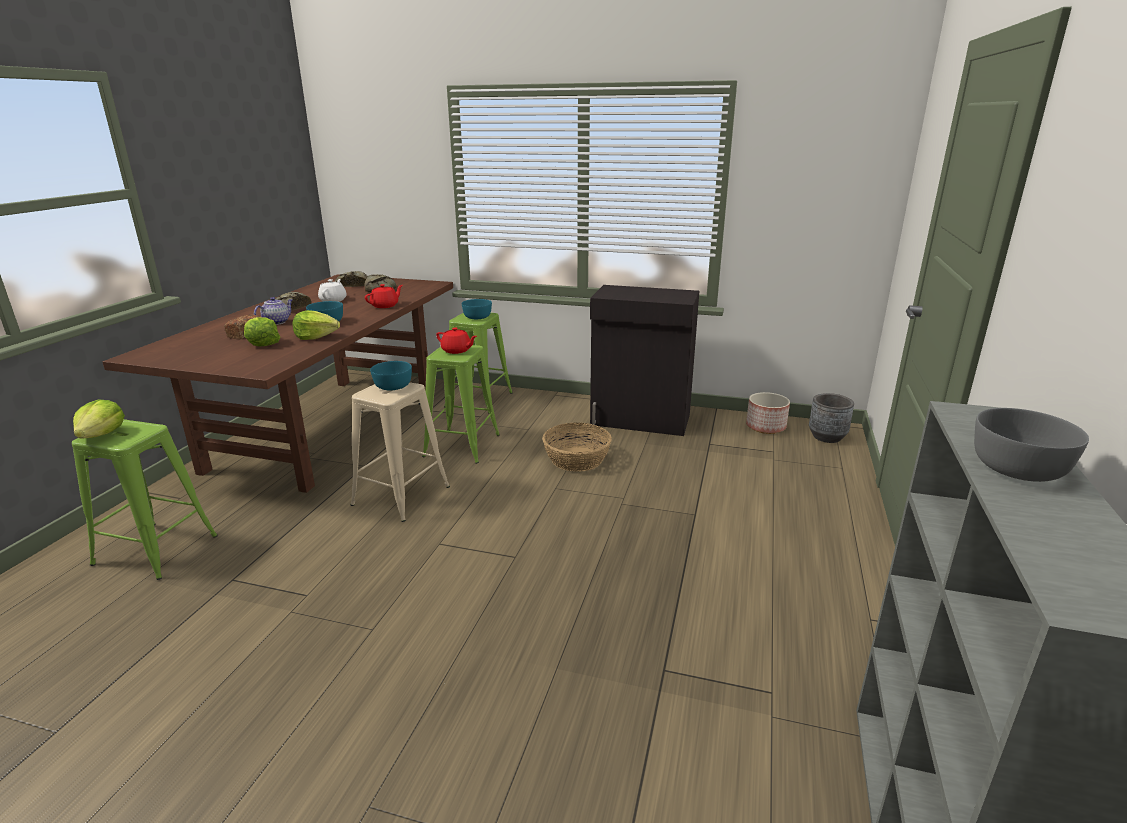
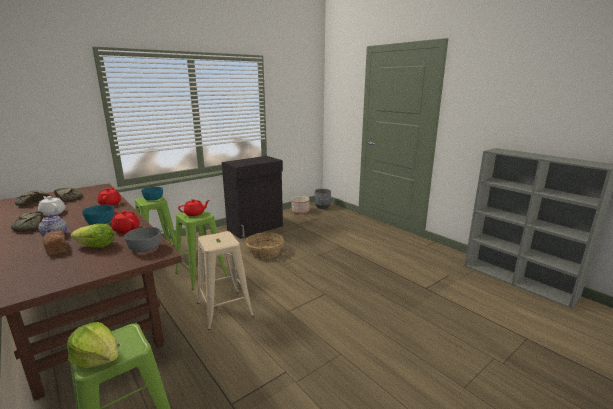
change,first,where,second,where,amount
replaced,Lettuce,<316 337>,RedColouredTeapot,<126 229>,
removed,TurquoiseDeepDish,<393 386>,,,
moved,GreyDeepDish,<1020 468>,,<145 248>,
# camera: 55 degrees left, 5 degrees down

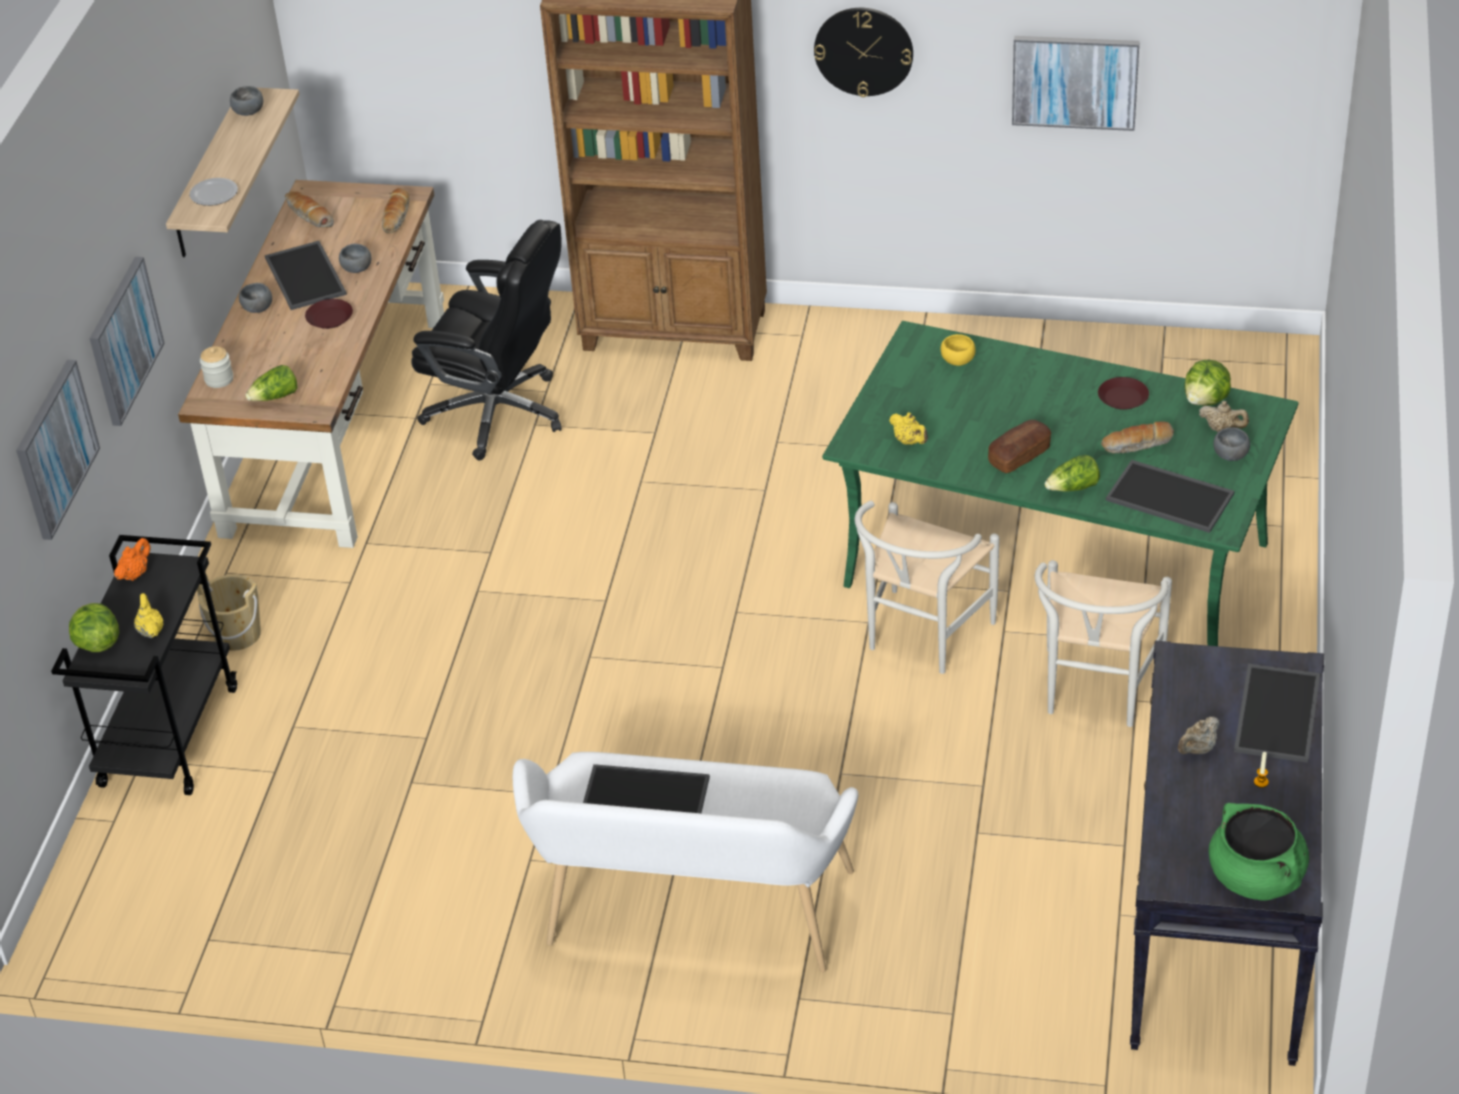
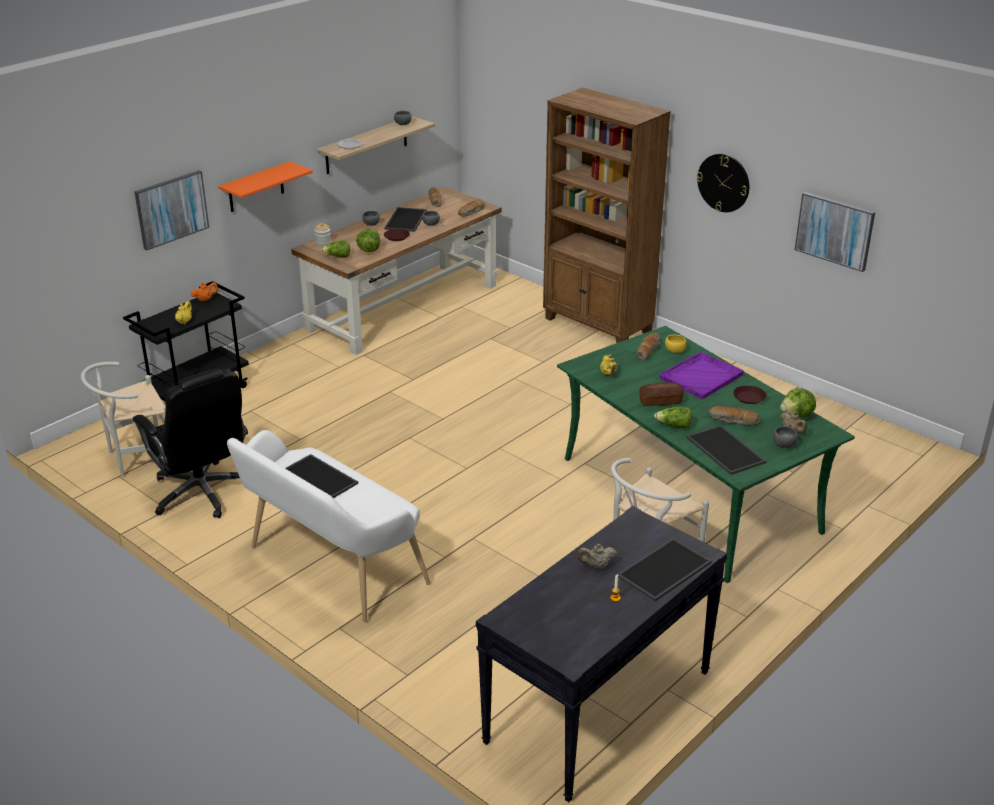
change,first,where,second,where,amount
moved,BlackOfficeChair,<499 413>,,<202 493>,
replaced,WallPicture,<123 340>,OrangeWallShelf,<256 187>,
moved,WhitishPlainChair,<921 638>,,<136 458>,
removed,BeigeWaterBucket,<237 634>,,,
moved,Lettuce,<97 643>,,<369 250>,
removed,GreenColouredStockpot,<1256 878>,,,
added,,,BakedBread,<648 350>,
added,,,PurpleColouredServingTray,<702 376>,
# camera: 30 degrees right, 10 degrees down

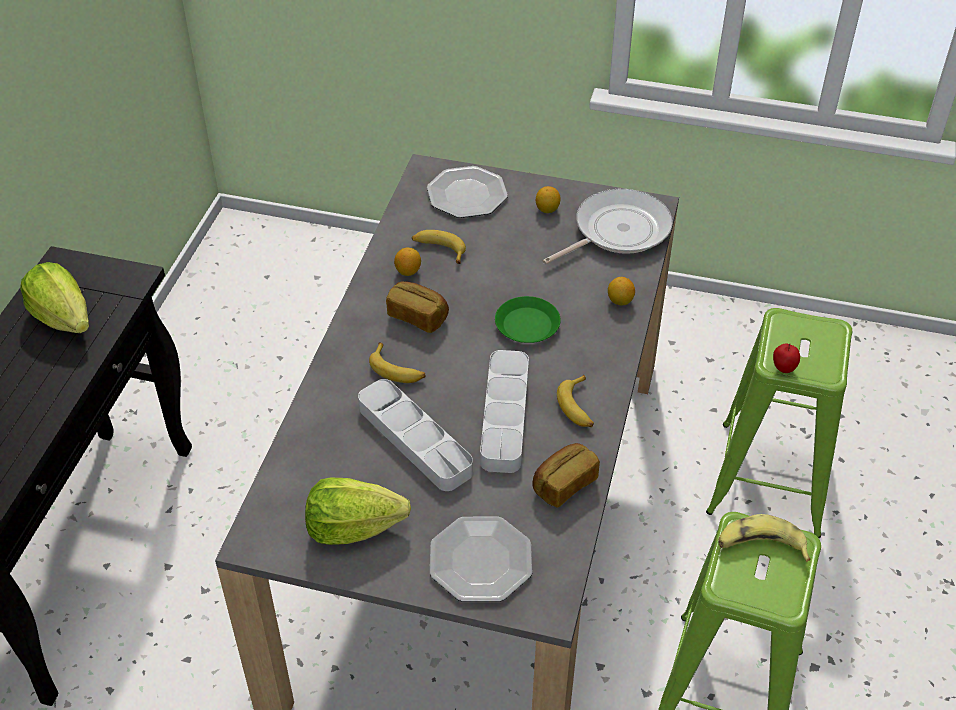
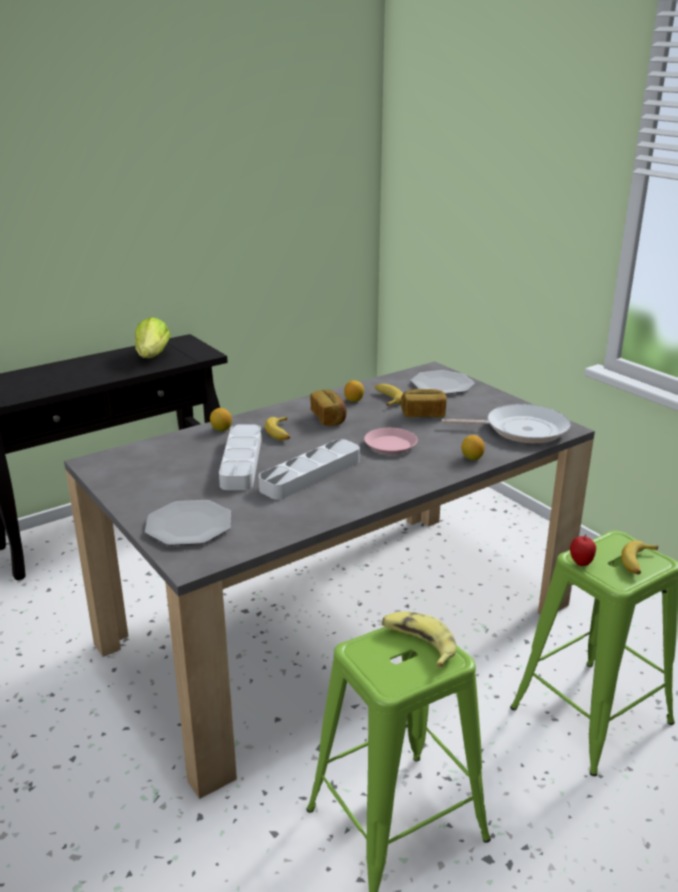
change,first,where,second,where,amount
moved,CitrusFruit,<547 209>,,<221 429>,
recoloured,GreenColouredFlatDish,<527 325>,PinkColouredFlatDish,<390 445>,
moved,Banana,<578 407>,,<638 563>,
moved,BakedBread,<563 484>,,<423 414>,
removed,Lettuce,<353 528>,,,
# camera: 40 degrees right, 20 degrees down

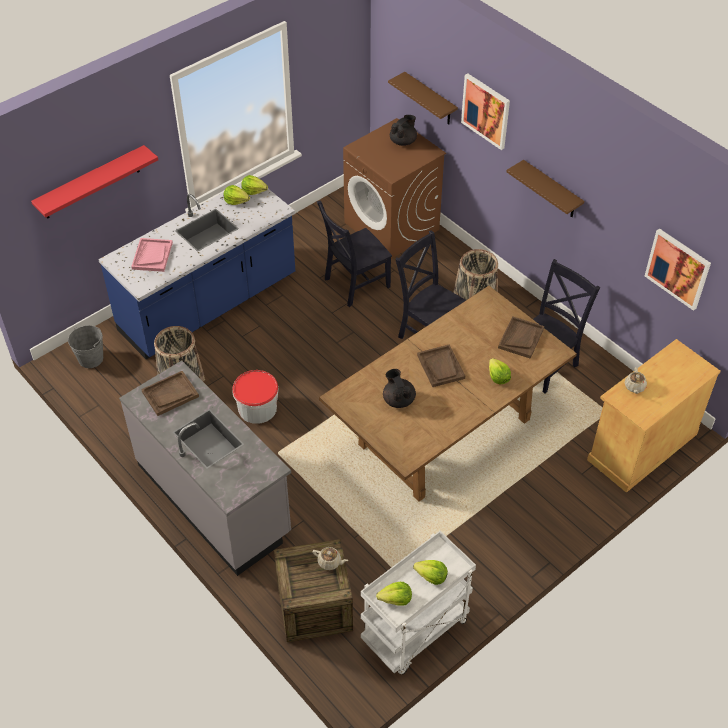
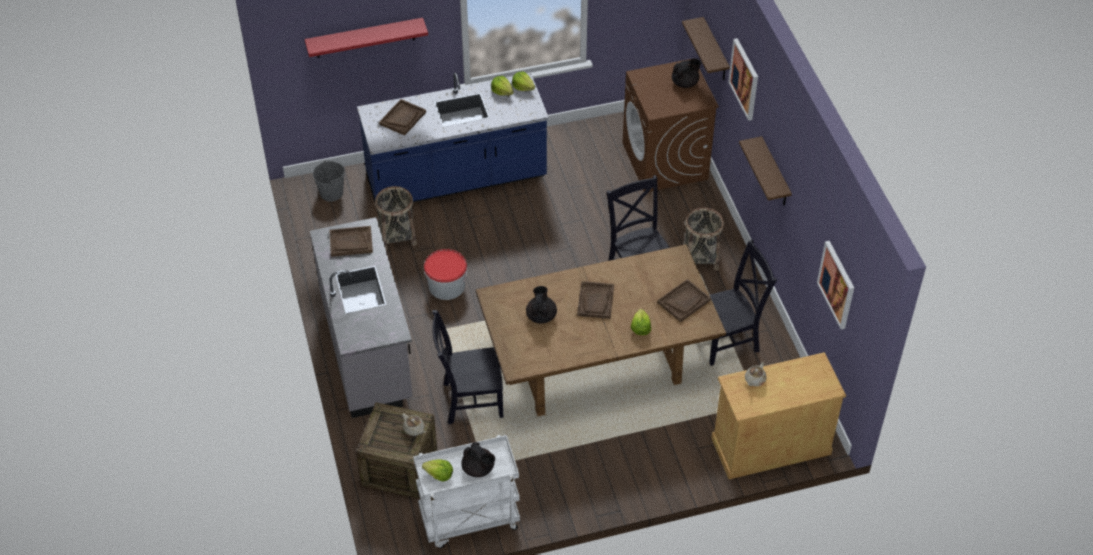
change,first,where,second,where,amount
moved,BlackPlainChair,<354 284>,,<469 400>,
recoloured,PinkColouredServingTray,<152 256>,BrownColouredServingTray,<402 118>,
replaced,Lettuce,<431 576>,BlackTeapot,<478 469>,
# camera: 25 degrees right, 0 degrees up

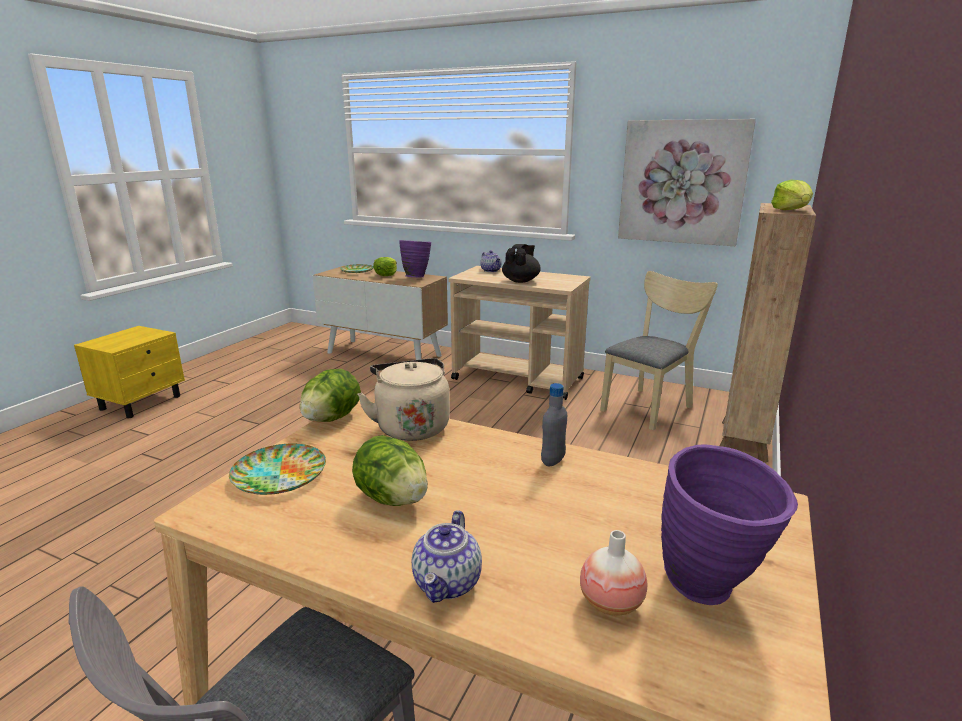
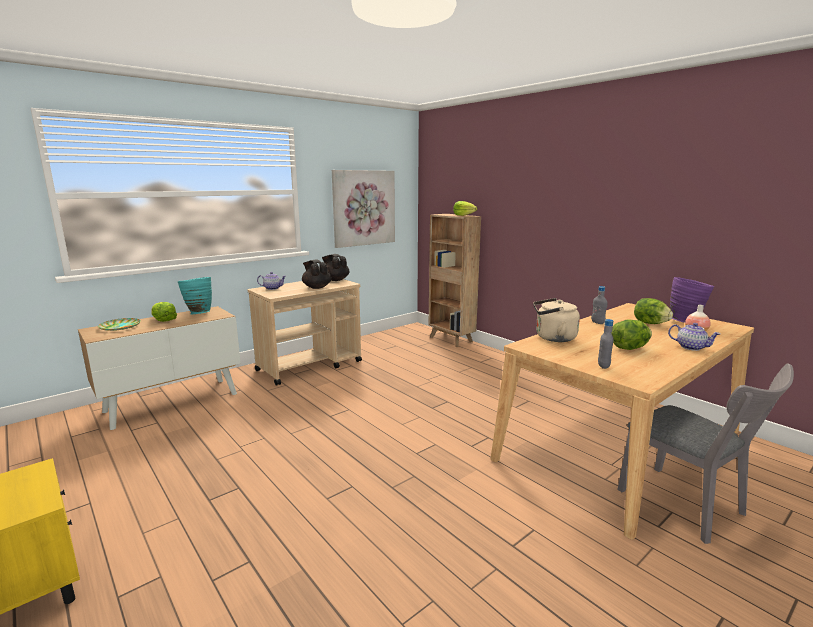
change,first,where,second,where,amount
recoloured,PurpleColouredFlowerVase,<416 277>,TurquoiseFlowerVase,<198 313>,
removed,BeigePlainChair,<650 406>,,,
moved,Lettuce,<331 418>,,<650 323>,
replaced,FlatDish,<279 475>,GreyBeverageBottle,<603 366>,
added,,,BlackTeapot,<335 280>,
# camera: 65 degrees left, 5 degrees down

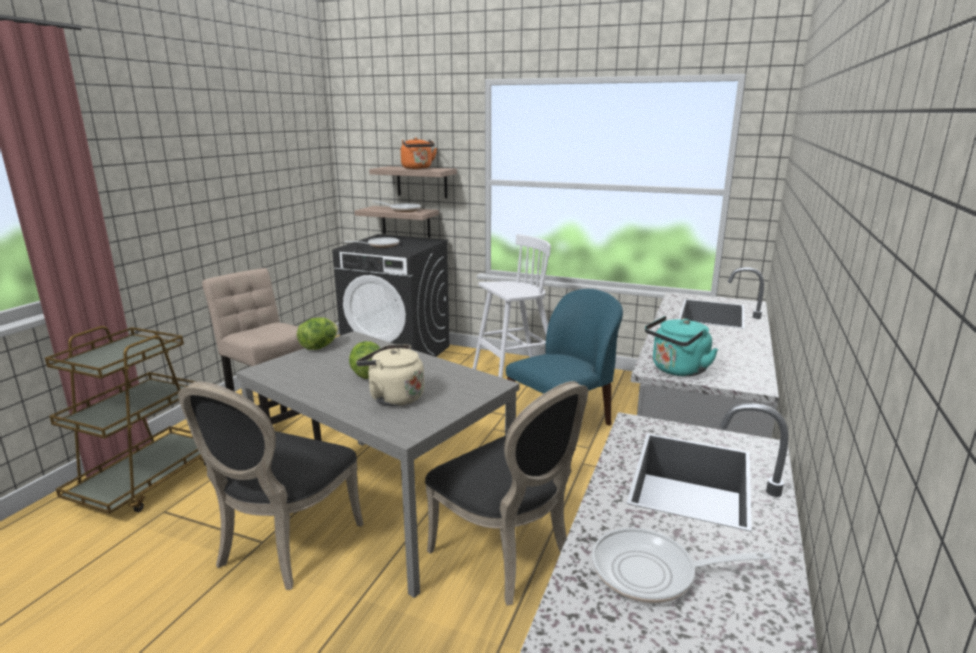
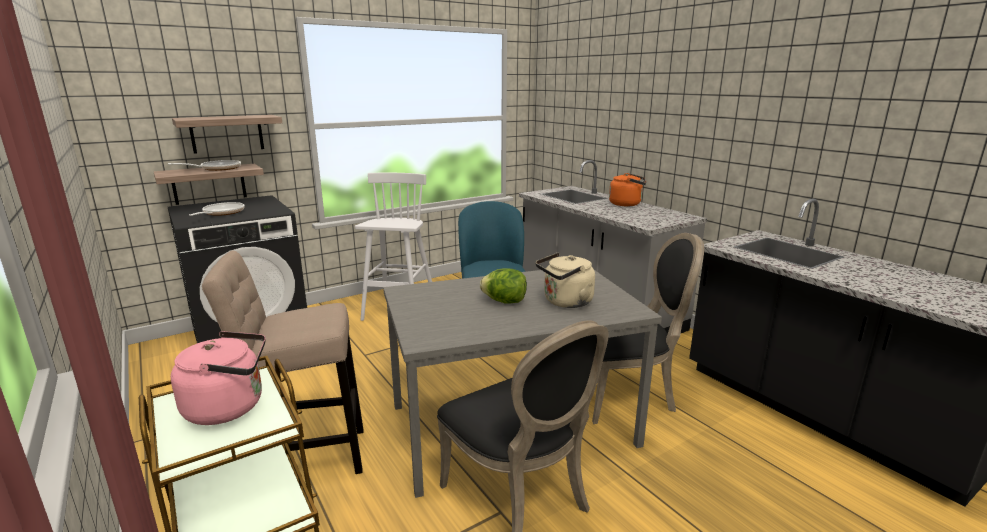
change,first,where,second,where,amount
moved,OrangeTeaKettle,<418 168>,,<627 204>,
removed,TurquoiseTeaKettle,<677 370>,,,
removed,Lettuce,<319 347>,,,
removed,Pan,<652 572>,,,
added,,,PinkColouredTeaKettle,<230 407>,
# camera: 55 degrees left, 0 degrees up

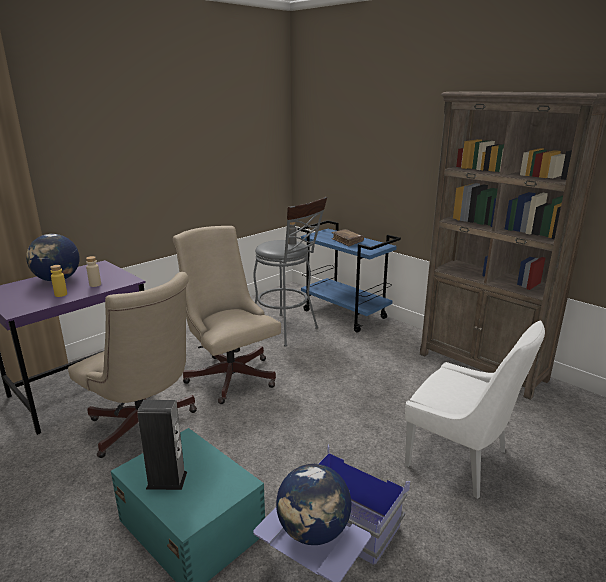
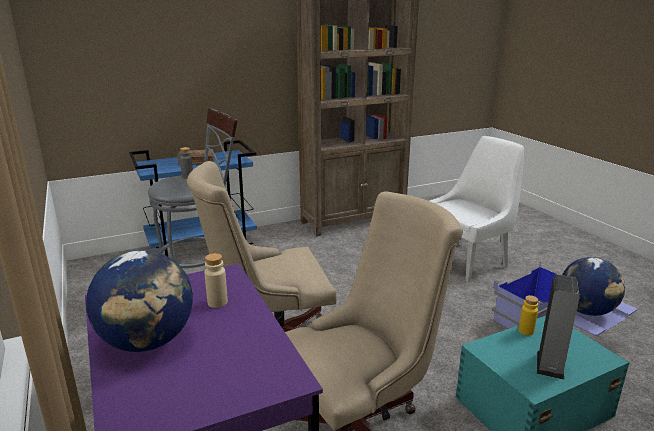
change,first,where,second,where,amount
moved,YellowColouredBeverageBottle,<61 294>,,<526 331>,
# camera: 70 degrees left, 0 degrees up

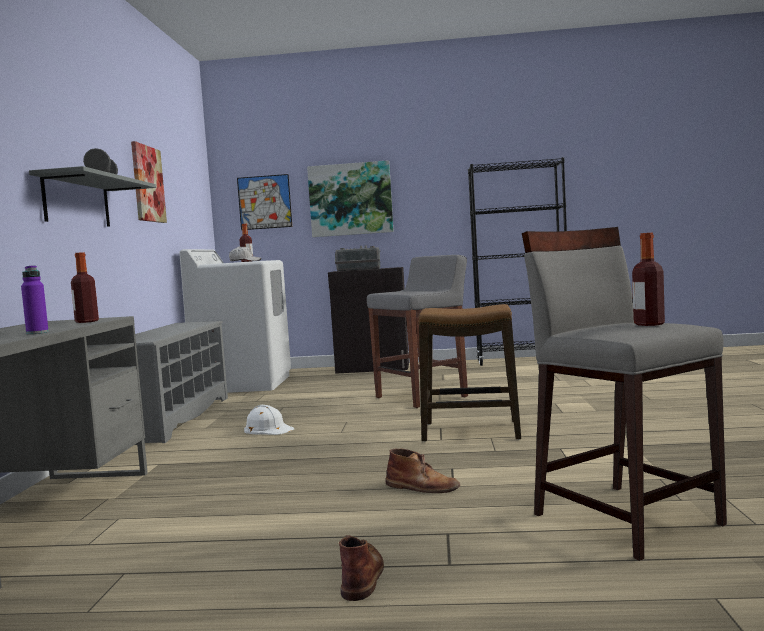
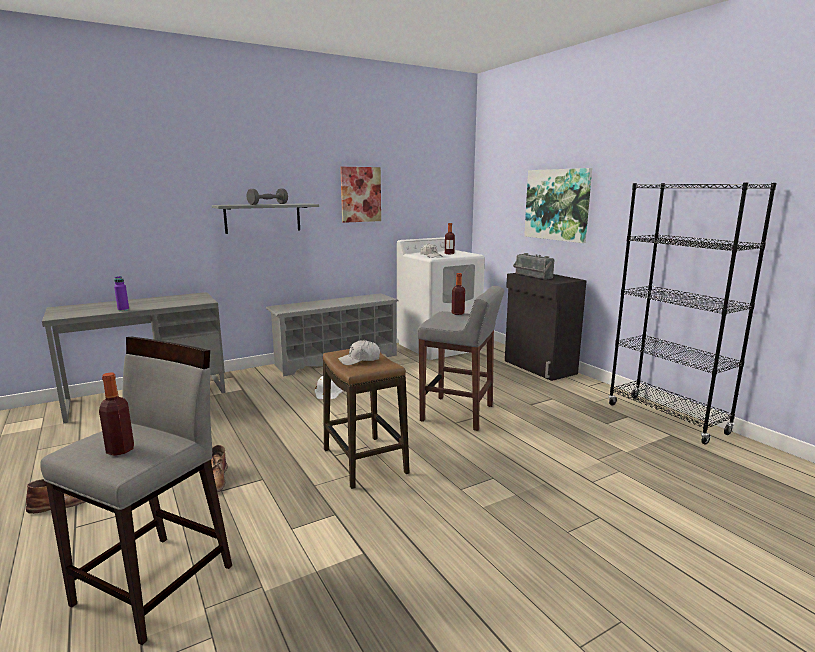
change,first,where,second,where,amount
removed,WallPicture,<264 202>,,,
moved,BeverageBottle,<86 321>,,<458 313>,
added,,,WhitishPeakedCap,<359 360>,
# camera: 55 degrees right, 10 degrees up

